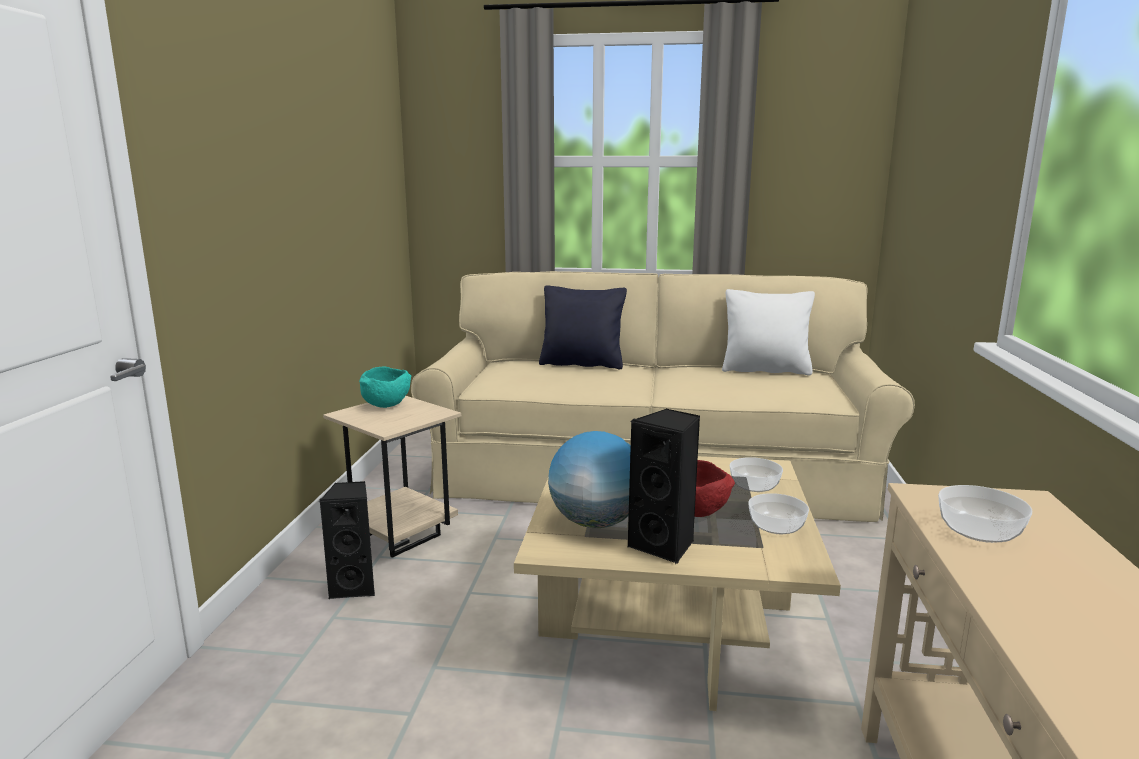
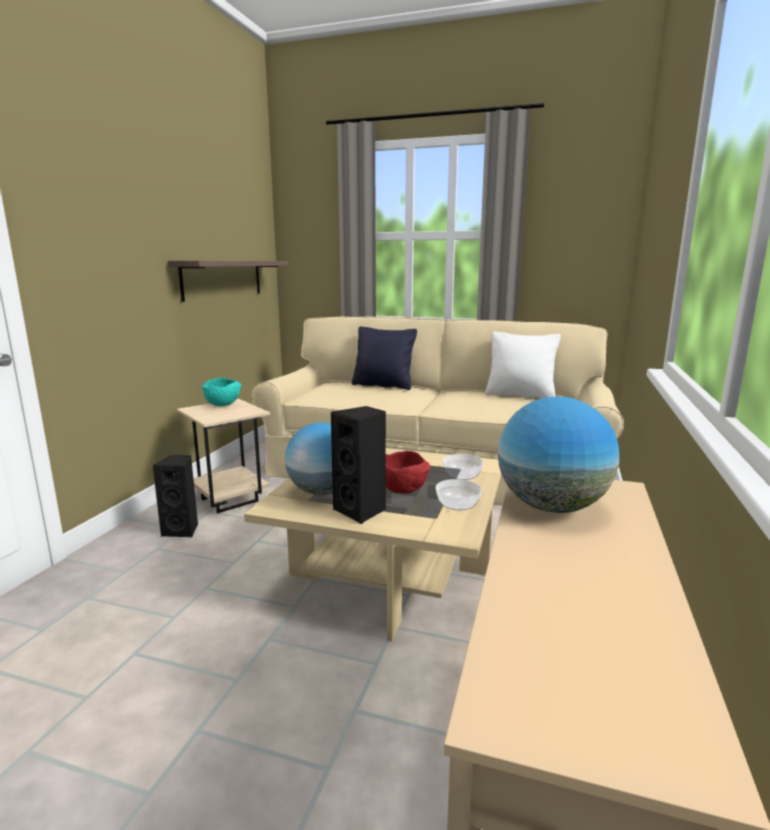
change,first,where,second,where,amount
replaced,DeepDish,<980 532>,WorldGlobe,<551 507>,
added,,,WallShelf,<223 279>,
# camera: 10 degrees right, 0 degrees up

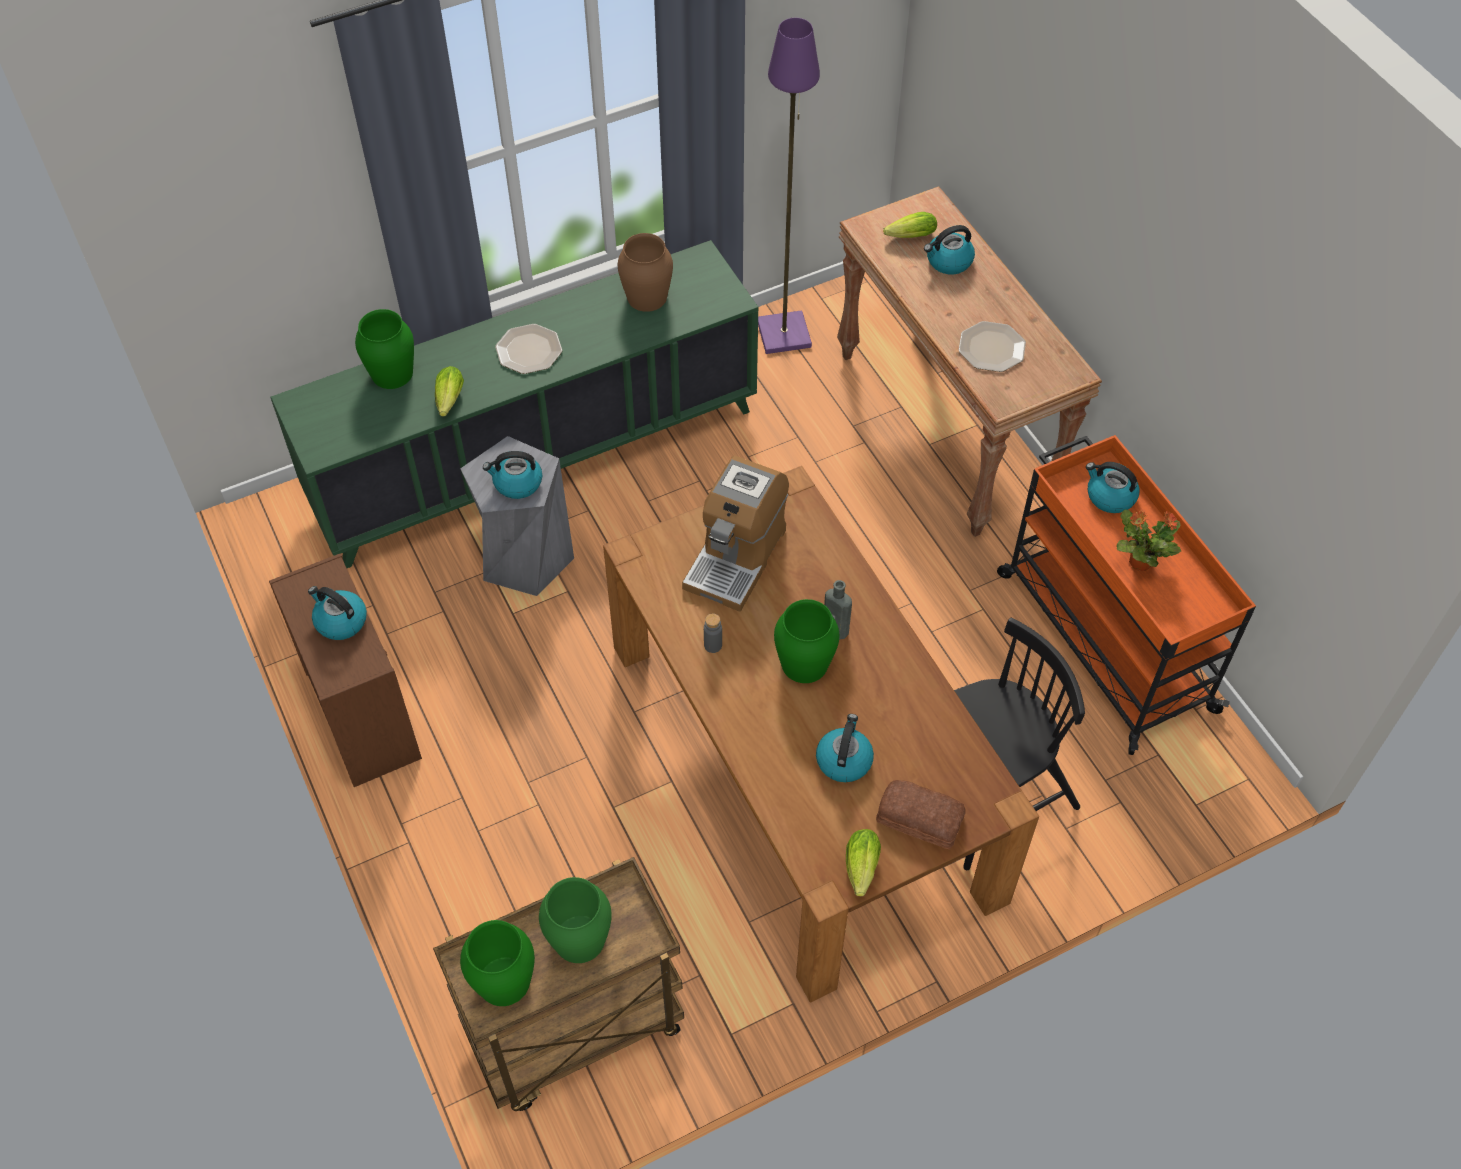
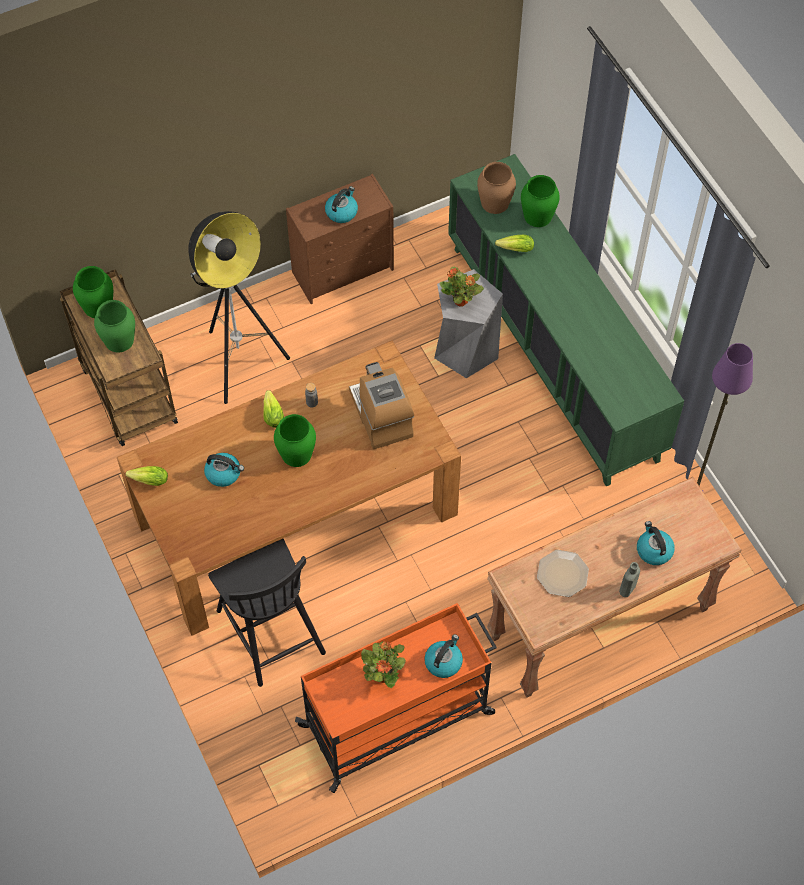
change,first,where,second,where,amount
moved,Lettuce,<908 237>,,<272 413>,
moved,BrownColouredFlowerVase,<646 297>,,<494 202>,
removed,FlatDish,<528 350>,,,
replaced,TeaKettle,<517 483>,PottedPlant,<461 301>,
turned,CoffeeMachine,<736 557>,,<381 415>,45 degrees clockwise
moved,GreyBeverageBottle,<837 630>,,<626 590>,
removed,BakedBread,<919 817>,,,
added,,,StandardLamp,<240 362>,
# camera: 90 degrees right, 5 degrees up

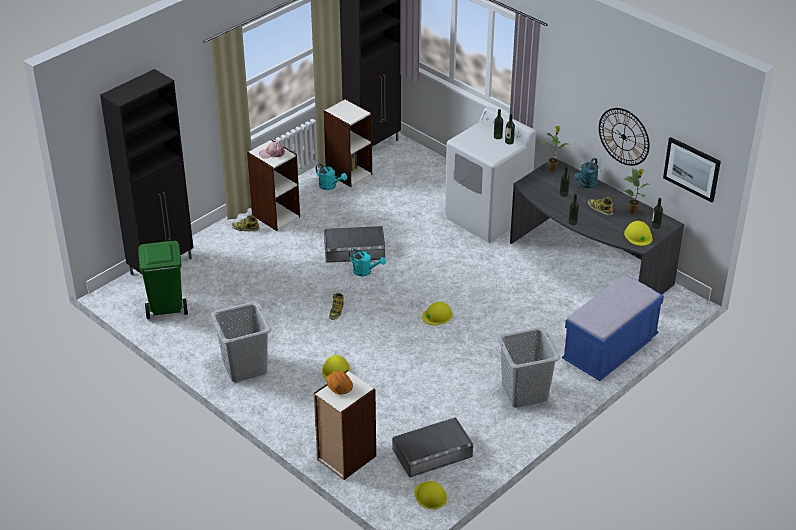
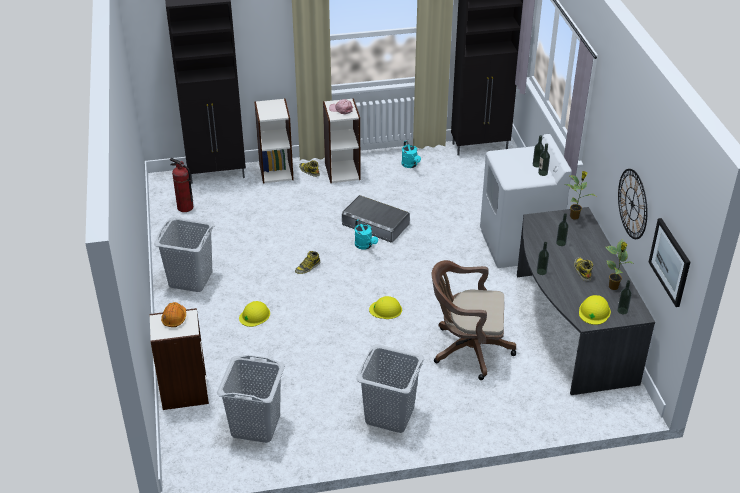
change,first,where,second,where,amount
moved,ShelvingUnit,<348 173>,,<276 171>,
removed,TurquoiseWateringPot,<586 185>,,,
replaced,GreenColouredRubbishBin,<166 308>,FireExtinguisher,<185 207>,
removed,BlueColouredIndoorBench,<610 350>,,,
replaced,GreyStorageBox,<432 453>,GreyWashingBasket,<255 426>,
removed,YellowColouredHardHat,<430 495>,,,
added,,,BrownColouredOfficeChair,<467 349>,
# camera: 35 degrees right, 0 degrees up

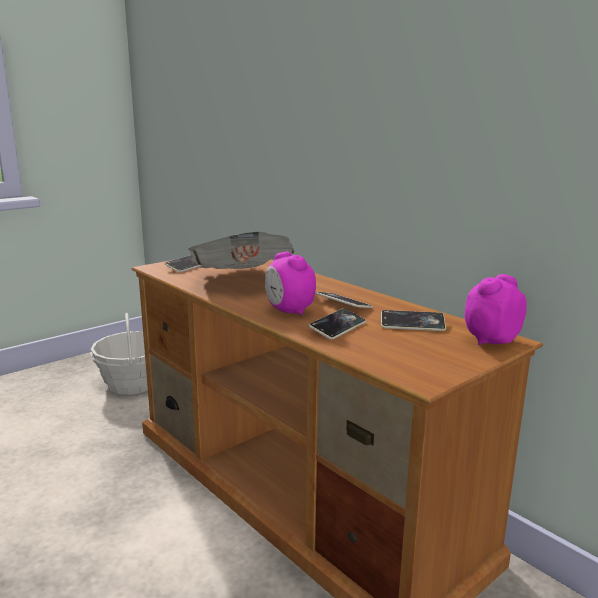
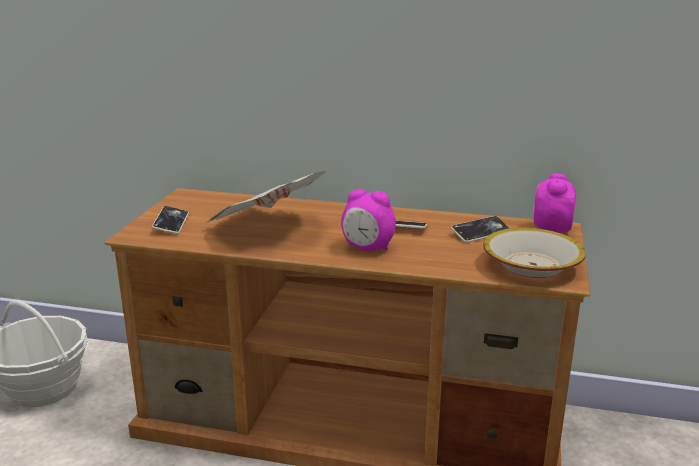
change,first,where,second,where,amount
removed,Phone,<338 327>,,,
added,,,DeepDish,<532 266>,
# camera: 35 degrees left, 5 degrees up

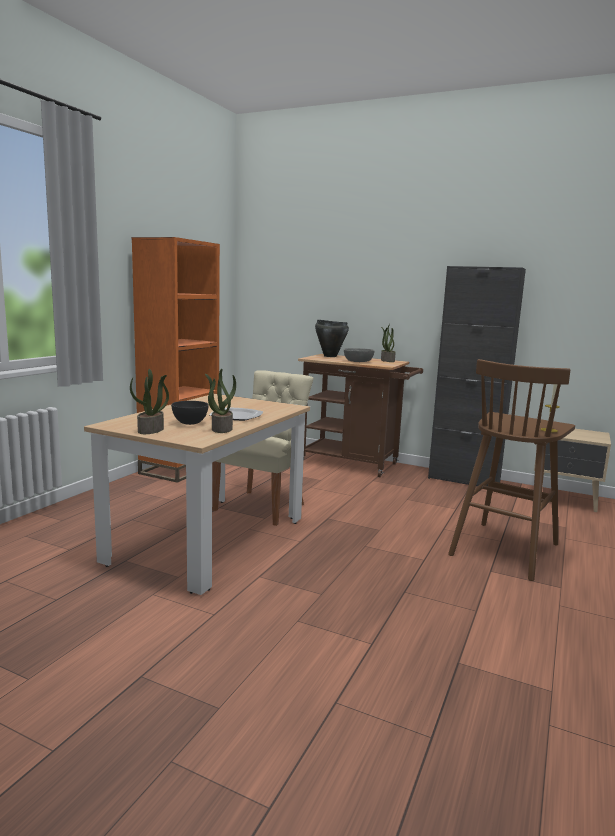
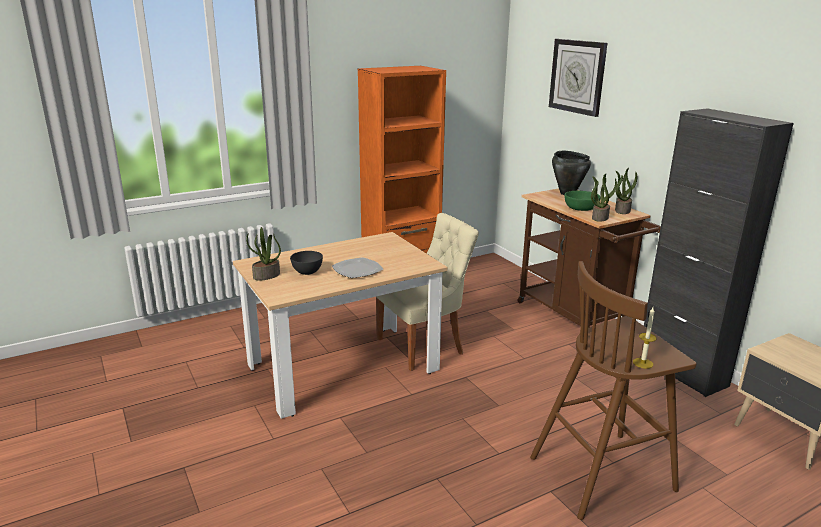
change,first,where,second,where,amount
recoloured,GreyDeepDish,<358 361>,GreenColouredDeepDish,<580 208>,
moved,PottedPlant,<221 429>,,<599 217>,
added,,,ClockOnTheWall,<577 76>,
# camera: 35 degrees right, 10 degrees up

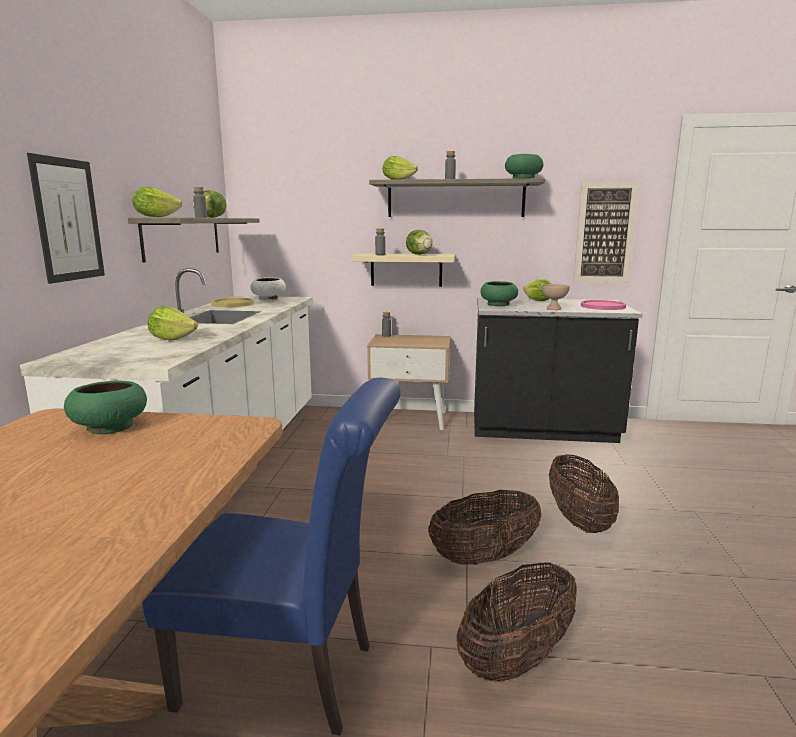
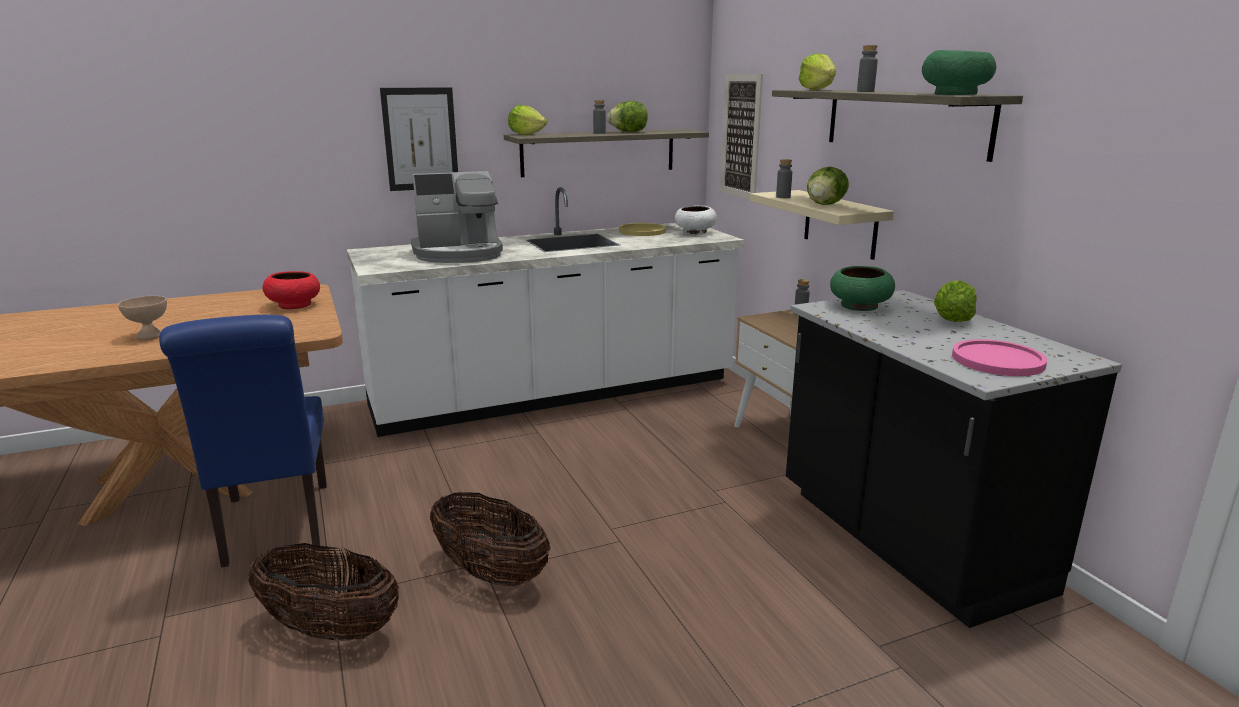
change,first,where,second,where,amount
moved,WallPicture,<605 233>,,<741 136>,
moved,BeigeDeepDish,<553 309>,,<150 335>,
replaced,Lettuce,<172 339>,CoffeeMachine,<459 253>,
recoloured,GreenColouredDeepDish,<109 427>,RedColouredDeepDish,<294 305>,
removed,HouseholdBasket,<578 520>,,,
# camera: 60 degrees right, 5 degrees up

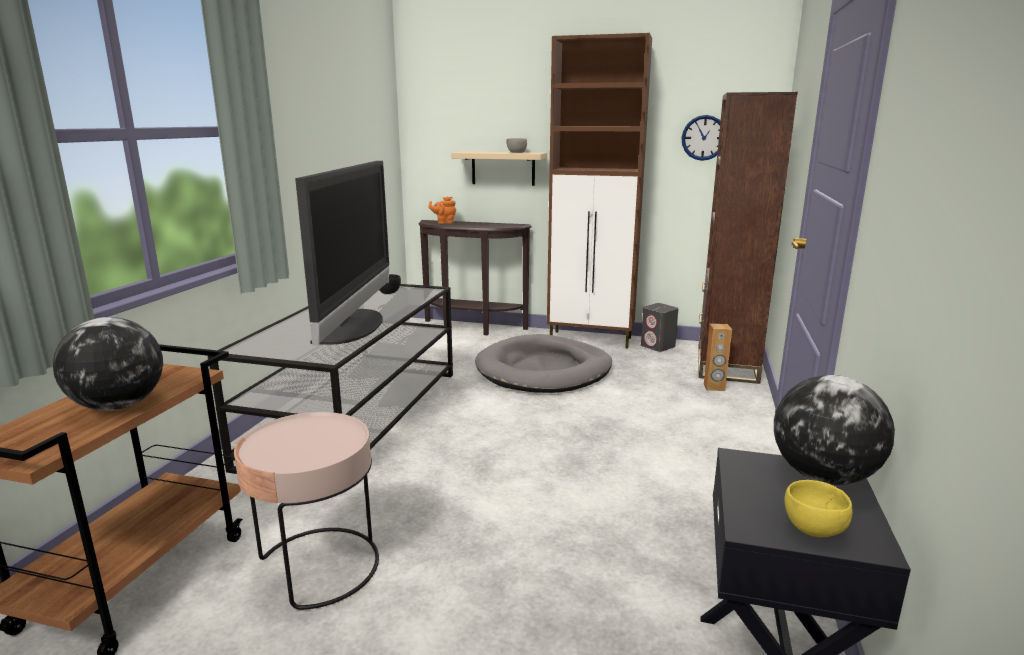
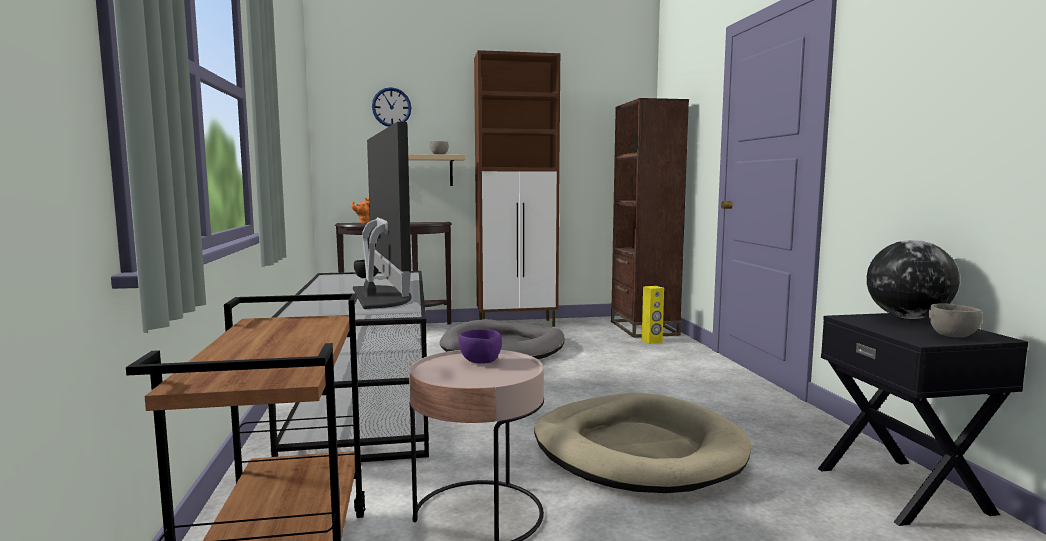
change,first,where,second,where,amount
moved,ClockOnTheWall,<704 137>,,<391 107>,
removed,GreyAudioSpeaker,<658 346>,,,
removed,WorldGlobe,<118 406>,,,
recoloured,BrownColouredAudioSpeaker,<714 387>,YellowColouredAudioSpeaker,<652 341>,
recoloured,YellowColouredDeepDish,<815 530>,GreyDeepDish,<954 336>,
added,,,PurpleColouredDeepDish,<480 361>,
added,,,BeigePetBed,<637 450>,
# camera: 25 degrees left, 10 degrees down

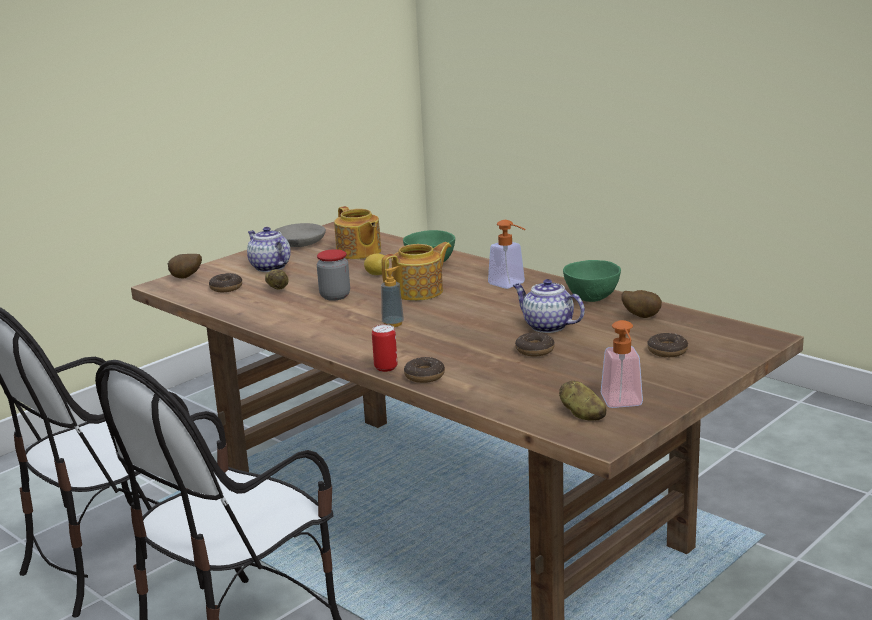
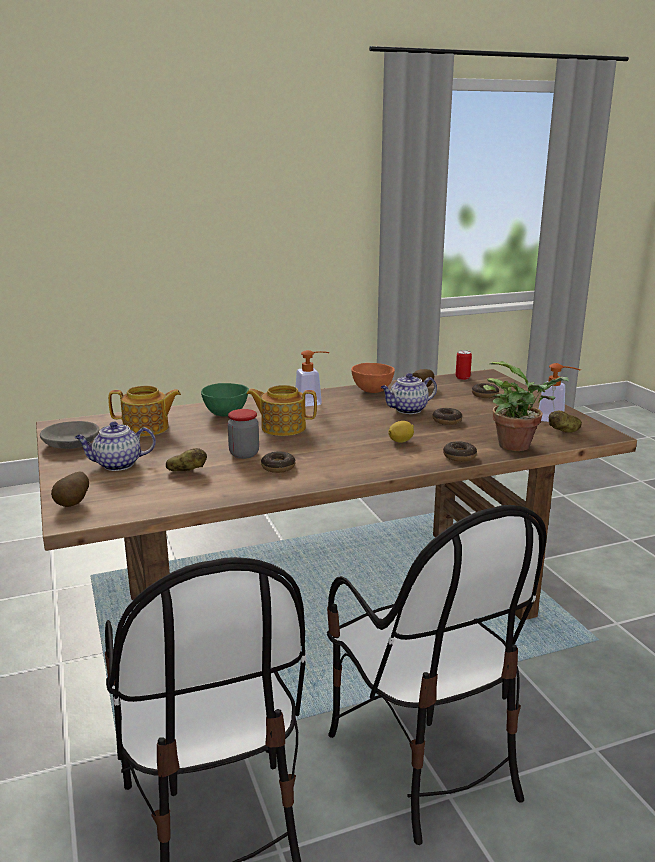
change,first,where,second,where,amount
turned,Teapot,<419 292>,,<282 427>,75 degrees counterclockwise
moved,CitrusFruit,<377 274>,,<401 441>,
recoloured,GreenColouredDeepDish,<592 298>,OrangeDeepDish,<372 390>,
removed,LiquidSoapBottle,<393 323>,,,
moved,Doughnut,<226 288>,,<278 467>,
moved,Can,<386 368>,,<462 378>,
added,,,PottedPlant,<518 446>,
# camera: 65 degrees left, 0 degrees up

